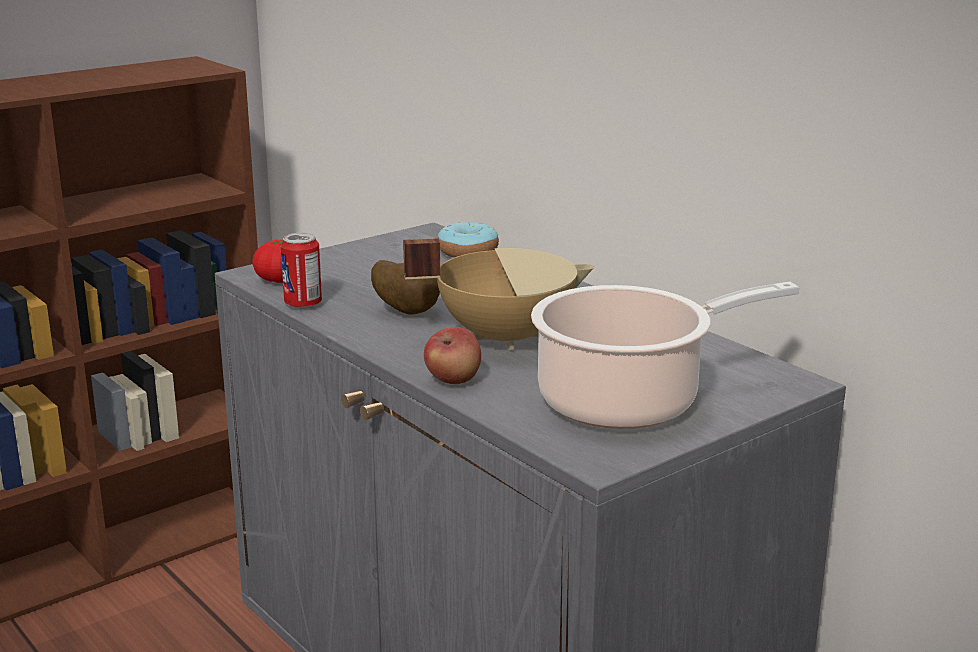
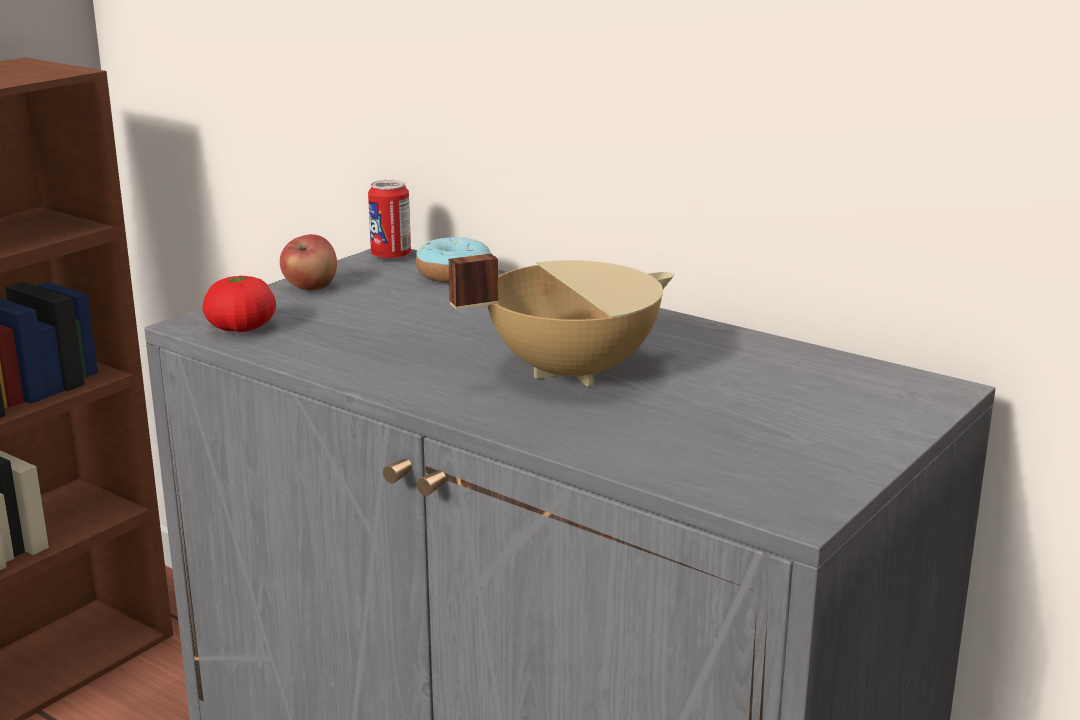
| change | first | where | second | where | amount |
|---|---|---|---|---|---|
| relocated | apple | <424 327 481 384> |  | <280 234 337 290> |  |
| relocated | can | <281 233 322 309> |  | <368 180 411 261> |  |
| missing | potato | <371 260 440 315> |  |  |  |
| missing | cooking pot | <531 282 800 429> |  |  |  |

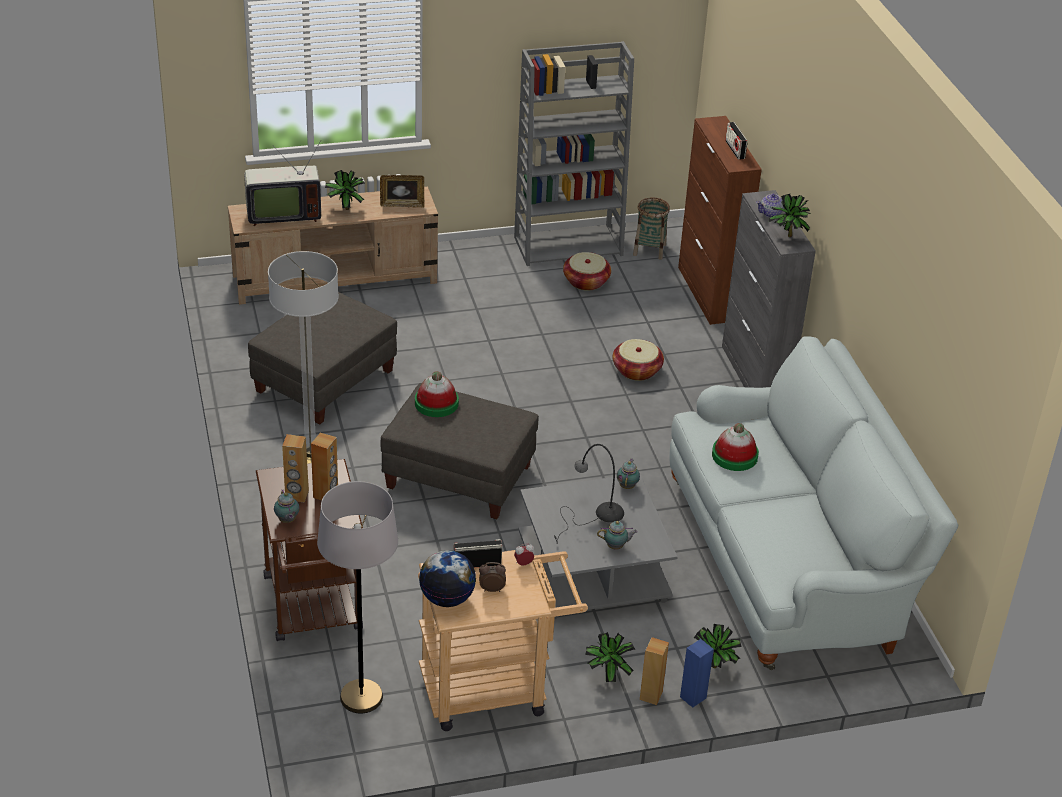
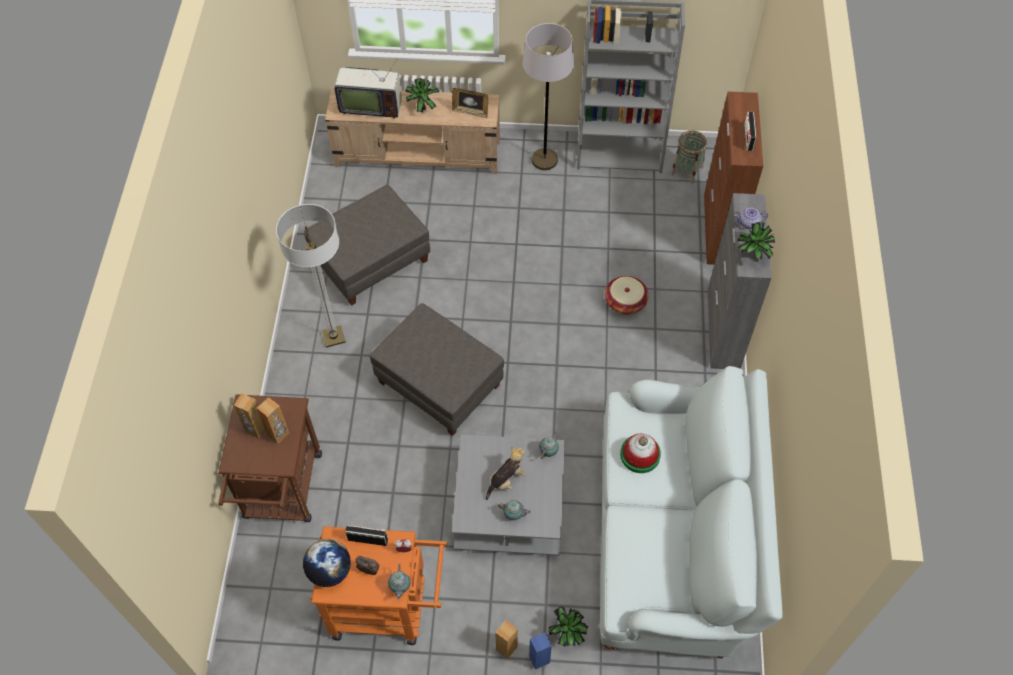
| change | first | where | second | where | amount |
|---|---|---|---|---|---|
| colour | beige cart | <418 550 588 731> | orange cart | <310 527 448 645> |  |
| relocated | teapot | <274 489 300 523> |  | <388 564 410 600> |  |
| exchanged | grey table lamp | <554 444 624 543> | plush toy | <486 448 526 500> |  |
| relocated | grey floor lamp | <317 481 398 713> |  | <522 23 574 170> |  |
| missing | hat | <415 371 459 417> |  |  |  |
| missing | basket | <563 252 611 291> |  |  |  |
| missing | potted plant | <585 632 635 682> |  |  |  |

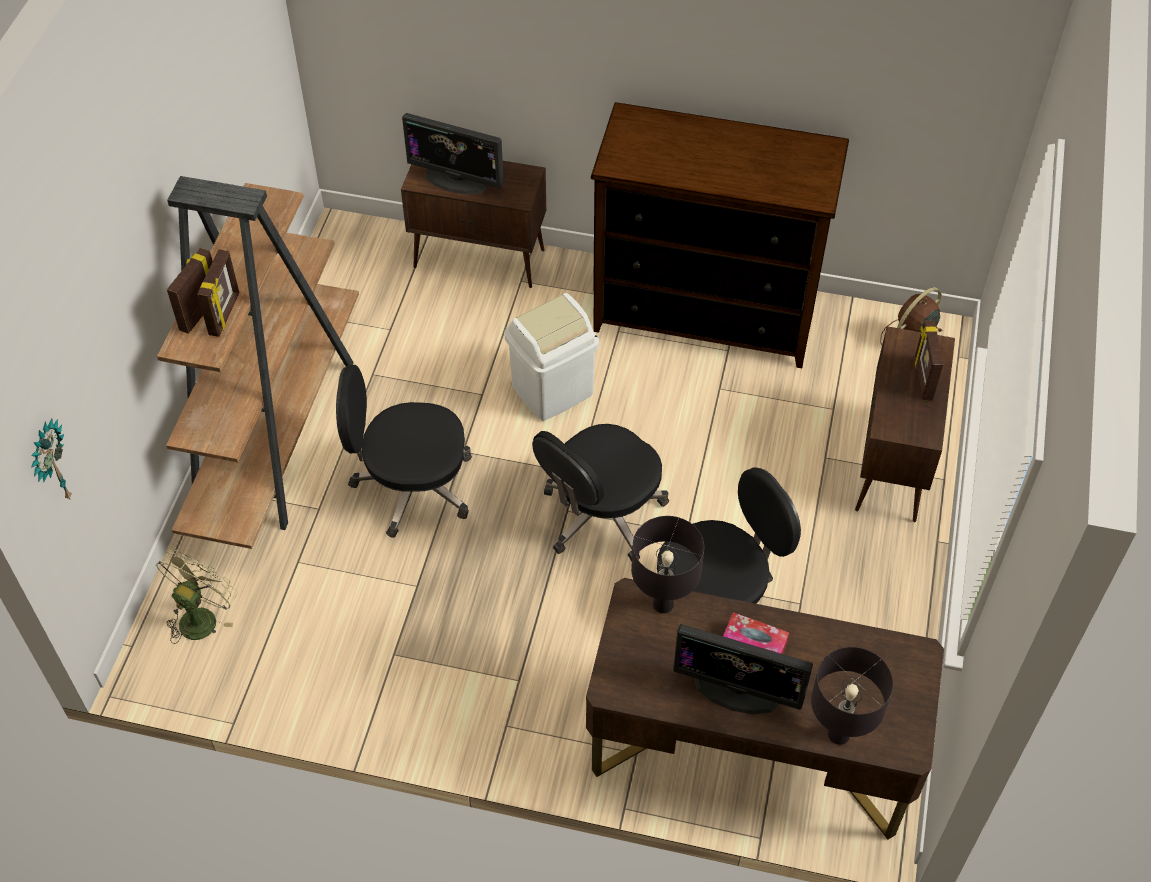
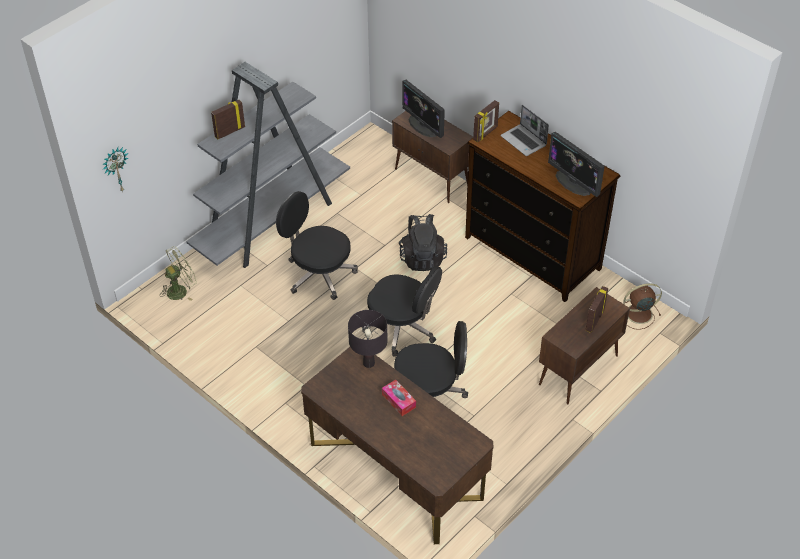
| change | first | where | second | where | amount |
|---|---|---|---|---|---|
| colour | brown bookcase | <157 176 359 549> | grey bookcase | <186 62 350 268> |  |
| spun | black office chair | <532 424 669 562> |  | <362 266 442 357> | 135 degrees counterclockwise |
| exchanged | white trash can | <504 293 599 421> | black backpack | <399 214 447 271> |  |
| relocated | picture frame | <197 249 240 337> |  | <473 100 499 142> |  |
| appeared |  |  | laptop | <501 105 549 156> |  |
| relocated | monitor | <673 624 813 715> |  | <548 132 605 197> |  |
| missing | black table lamp | <811 647 893 745> |  |  |  |

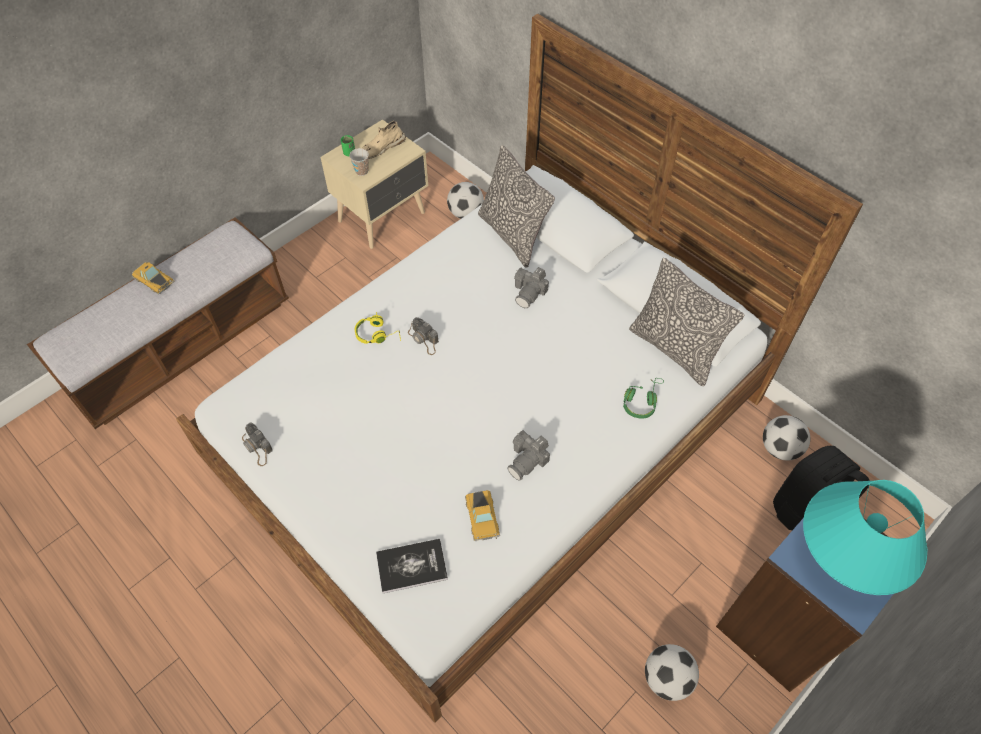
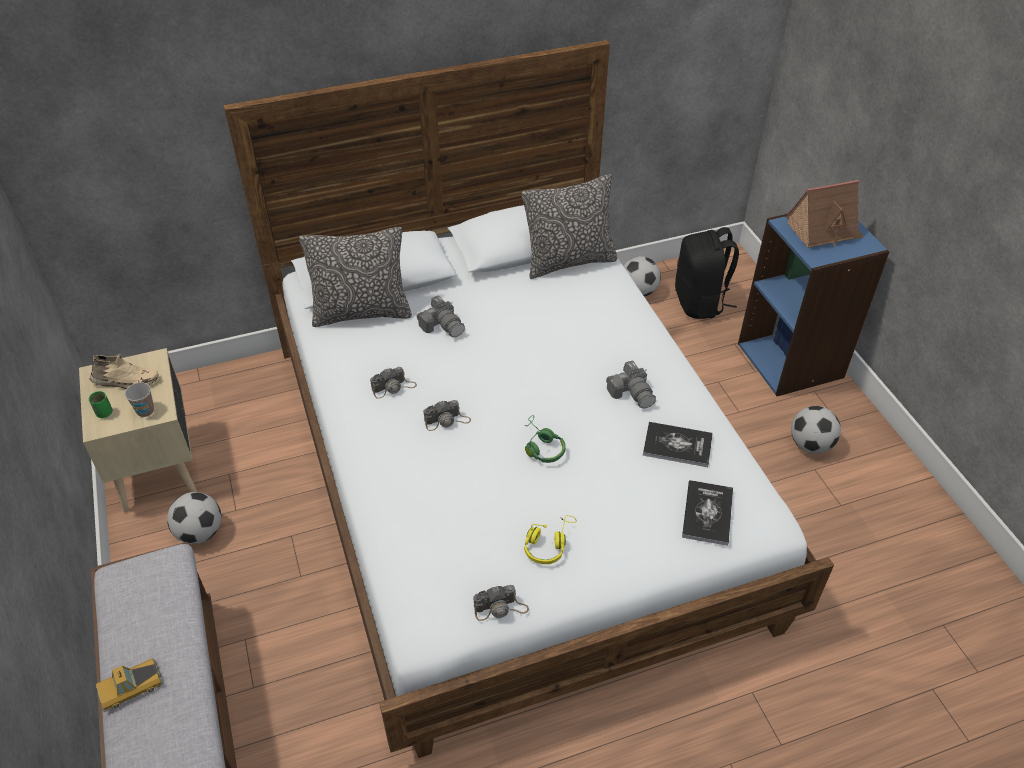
| change | first | where | second | where | amount |
|---|---|---|---|---|---|
| spun | beige shoe | <362 121 406 159> |  | <90 354 159 389> | 75 degrees counterclockwise |
| relocated | football | <447 182 484 219> |  | <167 492 221 544> |  |
| appeared |  |  | photo camera | <370 367 417 399> |  |
| relocated | yellow headphones | <355 312 401 344> |  | <524 515 577 564> |  |
| relocated | green headphones | <623 378 664 419> |  | <525 415 566 463> |  |
| exchanged | toy car | <465 490 500 541> | book | <643 422 713 467> |  |
| exchanged | turquoise table lamp | <803 480 927 595> | toy house | <786 180 864 248> |  |

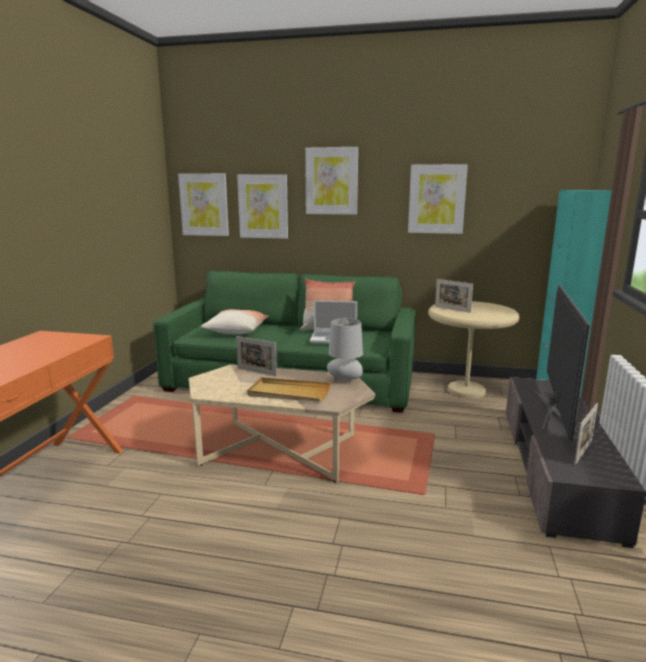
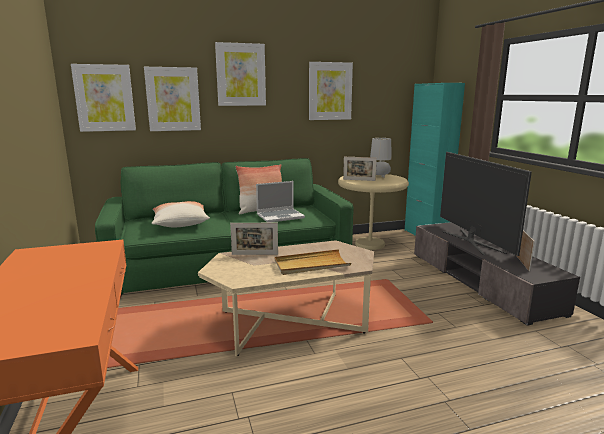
| change | first | where | second | where | amount |
|---|---|---|---|---|---|
| relocated | grey table lamp | <327 318 363 384> |  | <370 138 392 178> |  |

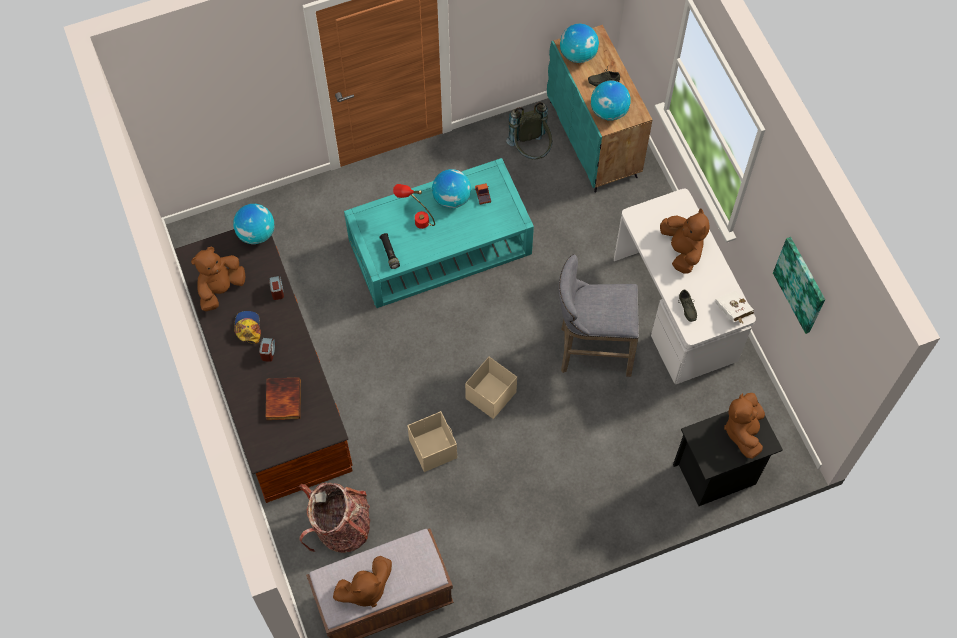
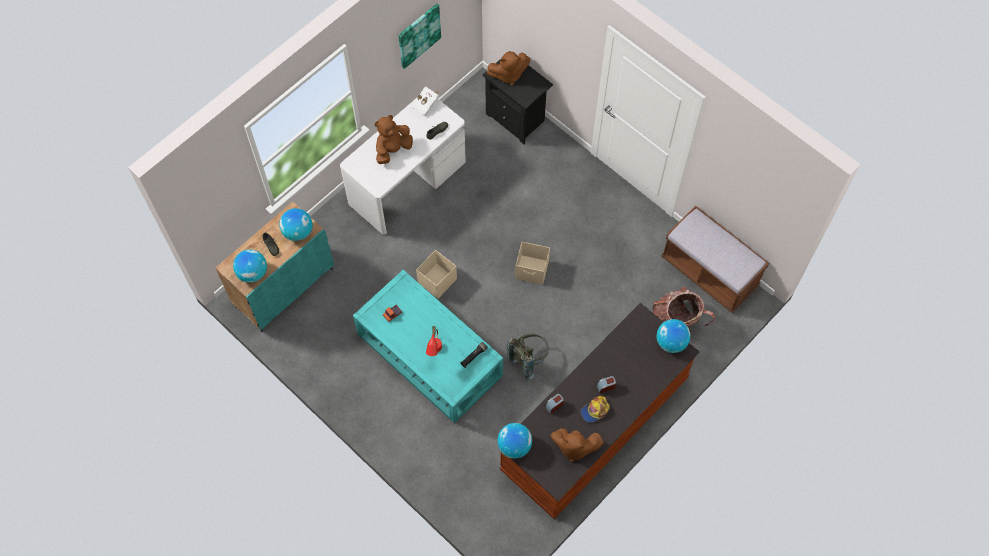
| change | first | where | second | where | amount |
|---|---|---|---|---|---|
| relocated | beige storage box | <407 411 457 472> |  | <416 250 457 298> |  |
| relocated | grey backpack | <506 102 552 160> |  | <507 334 549 380> |  |
| relocated | globe | <432 169 471 208> |  | <656 319 690 353> |  |
| missing | book | <266 377 301 420> |  |  |  |
| missing | brown plush toy | <333 556 392 607> |  |  |  |
| missing | grey stool | <559 254 639 377> |  |  |  |

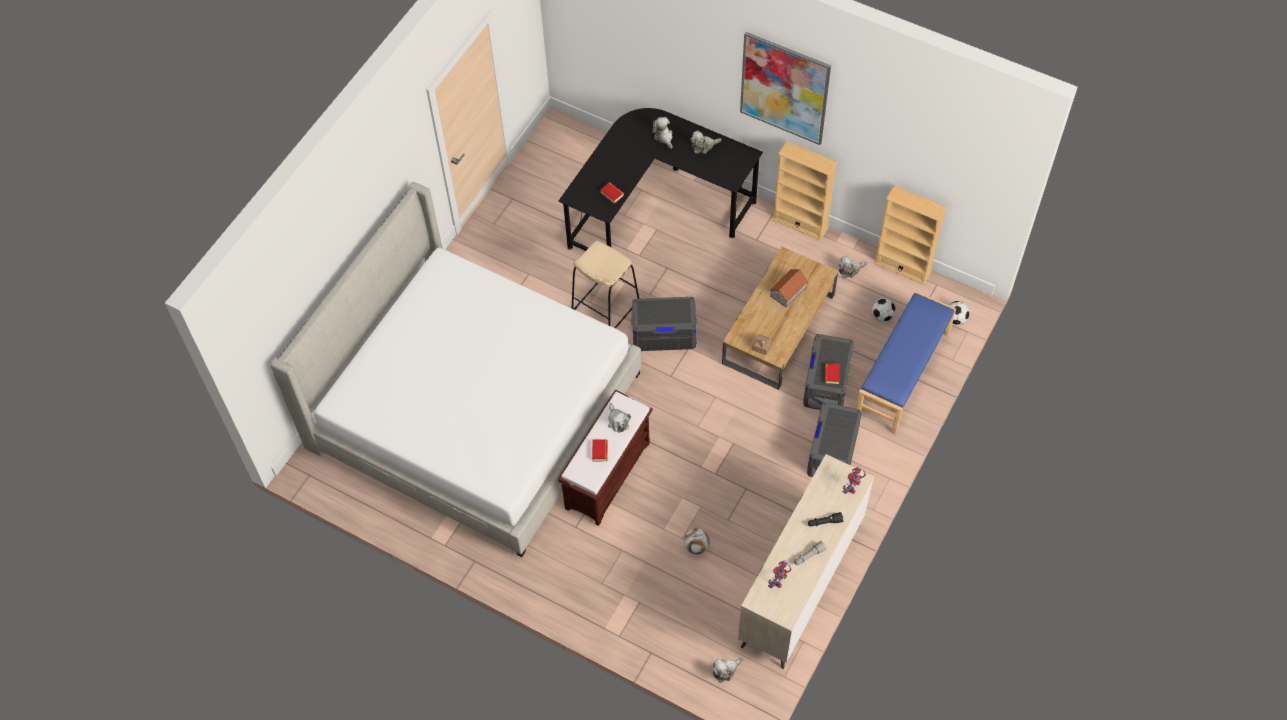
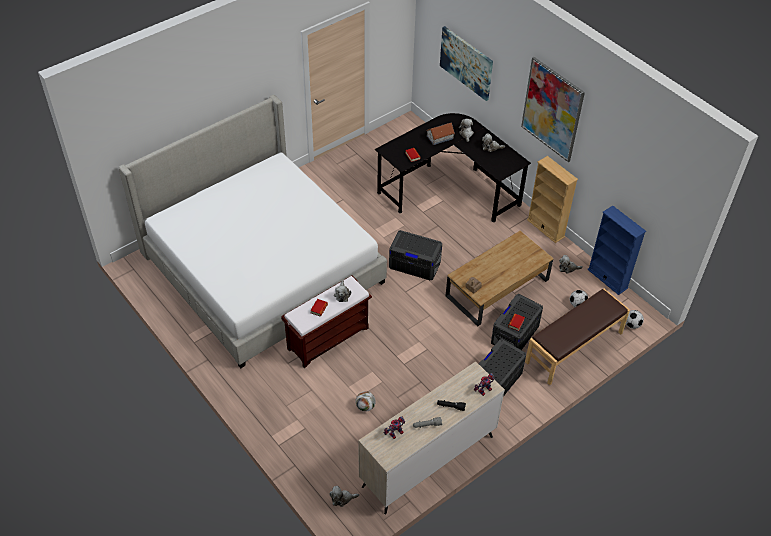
| change | first | where | second | where | amount |
|---|---|---|---|---|---|
| relocated | toy house | <770 269 808 307> |  | <426 123 455 145> |  |
| appeared |  |  | picture | <440 26 493 101> |  |
| colour | blue bench | <856 291 956 435> | brown bench | <525 289 630 385> |  |
| colour | beige bookcase | <874 185 947 285> | blue bookcase | <587 206 646 295> |  |
| missing | beige stool | <572 241 639 329> |  |  |  |

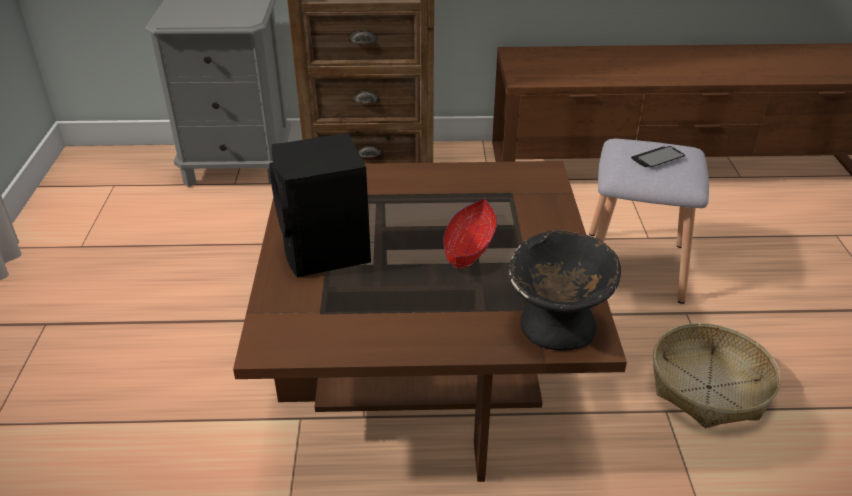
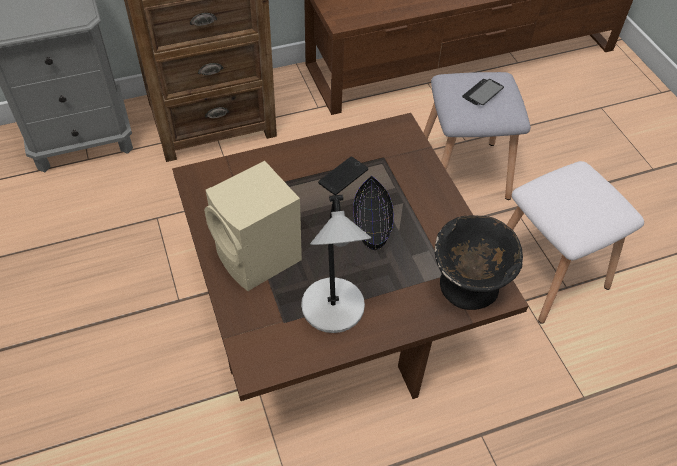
| change | first | where | second | where | amount |
|---|---|---|---|---|---|
| colour | black speaker | <269 133 371 278> | beige speaker | <204 161 302 291> |  |
| appeared |  |  | grey table lamp | <301 195 371 333> |  |
| appeared |  |  | phone | <318 156 368 195> |  |
| colour | red bowl | <443 198 497 269> | black bowl | <353 175 394 250> |  |
| exchanged | basket | <653 323 781 428> | white stool | <507 161 644 324> |  |

